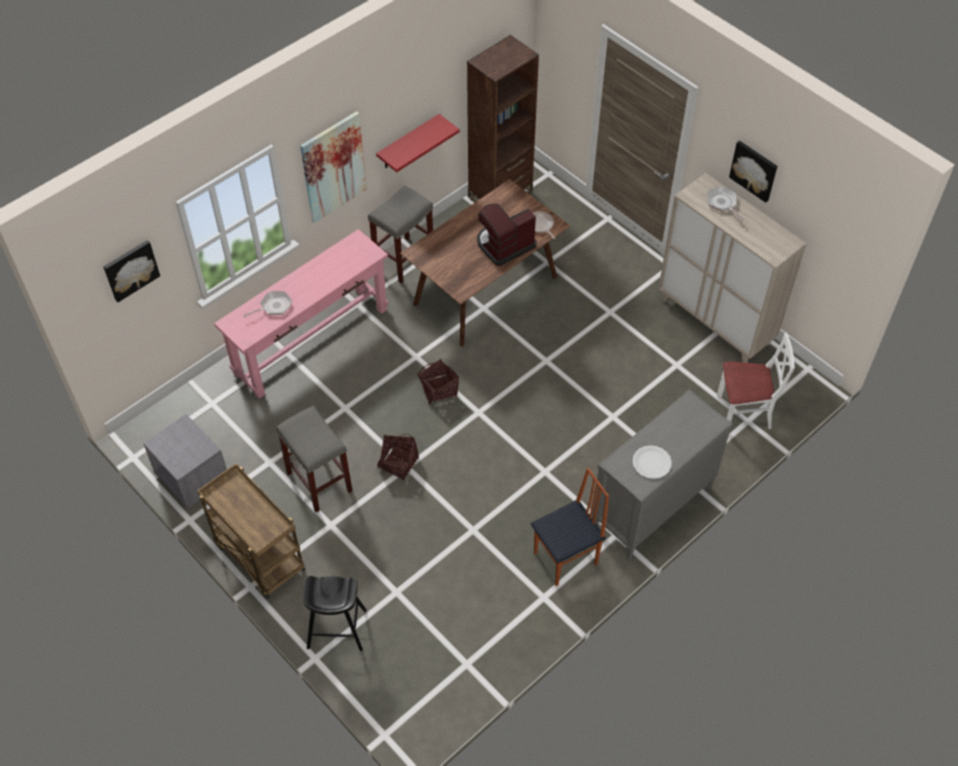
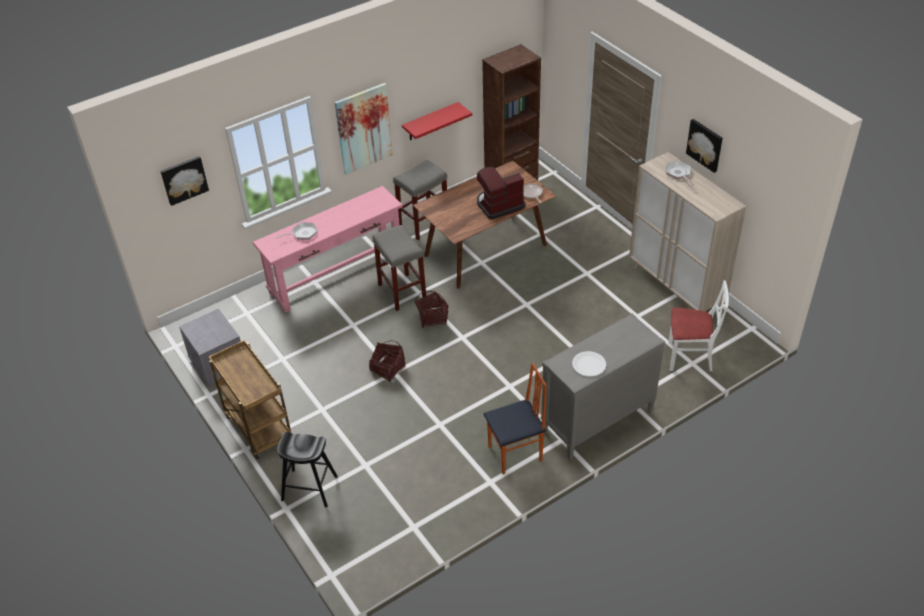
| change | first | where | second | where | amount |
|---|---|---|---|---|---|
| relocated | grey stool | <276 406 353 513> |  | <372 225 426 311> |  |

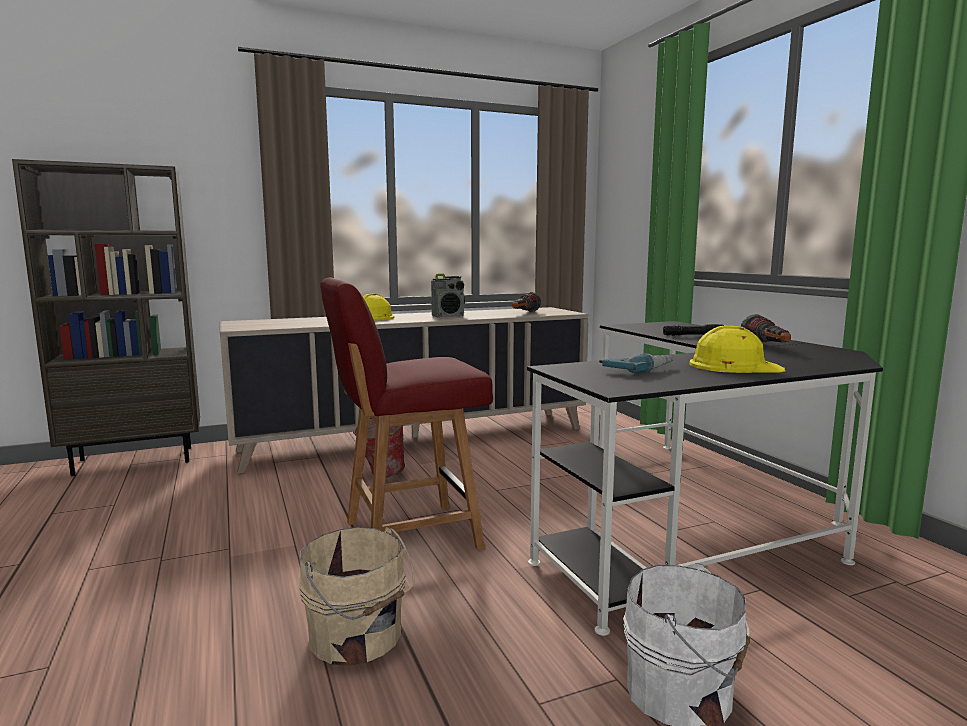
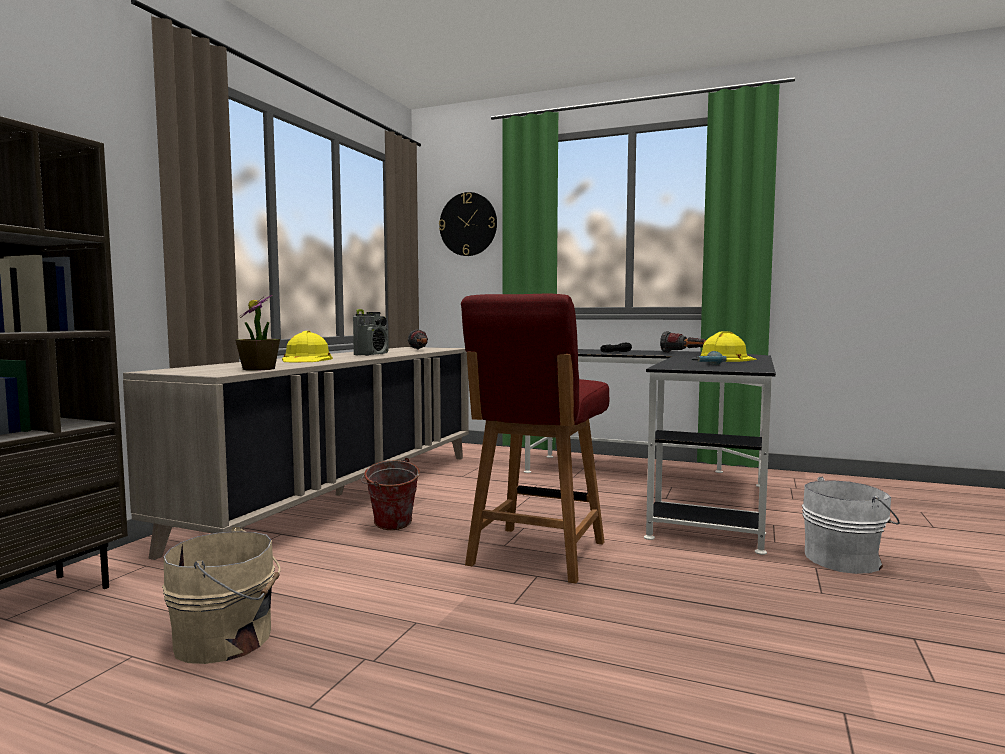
| change | first | where | second | where | amount |
|---|---|---|---|---|---|
| relocated | beige bucket | <299 527 415 666> |  | <162 526 281 664> |  |
| appeared |  |  | potted plant | <235 295 280 371> |  |
| appeared |  |  | wall clock | <439 192 497 256> |  |

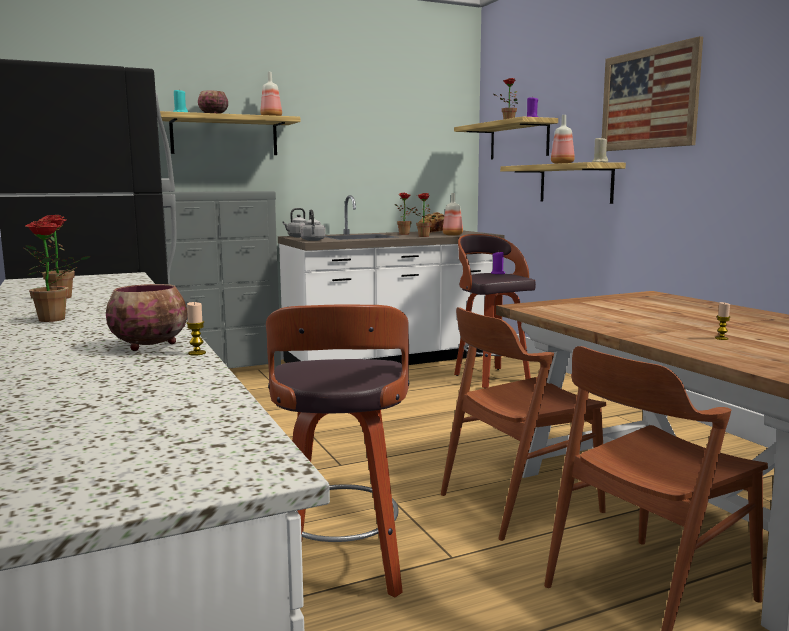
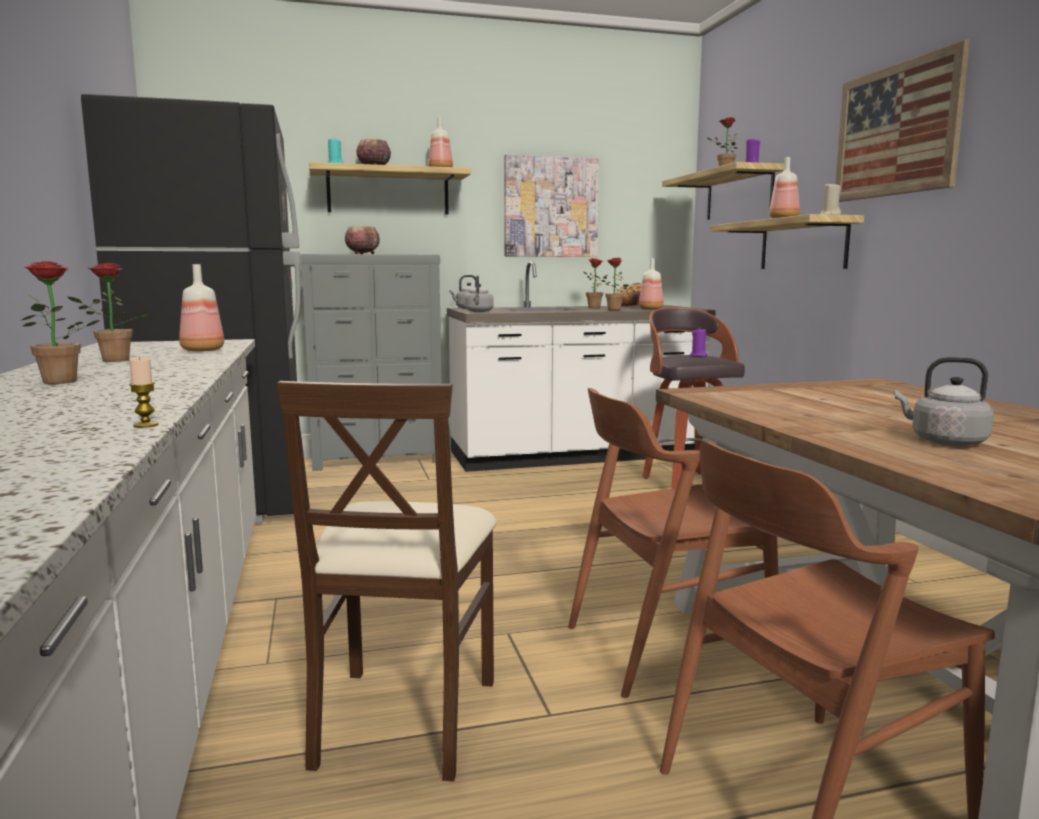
| change | first | where | second | where | amount |
|---|---|---|---|---|---|
| appeared |  |  | bottle | <179 264 224 352> |  |
| exchanged | stool | <266 305 409 597> | beige chair | <277 381 497 781> |  |
| relocated | bowl | <106 284 188 351> |  | <345 226 379 254> |  |
| appeared |  |  | picture | <504 154 599 257> |  |
| exchanged | candle | <715 302 730 340> | grey kettle | <894 357 994 446> |  |

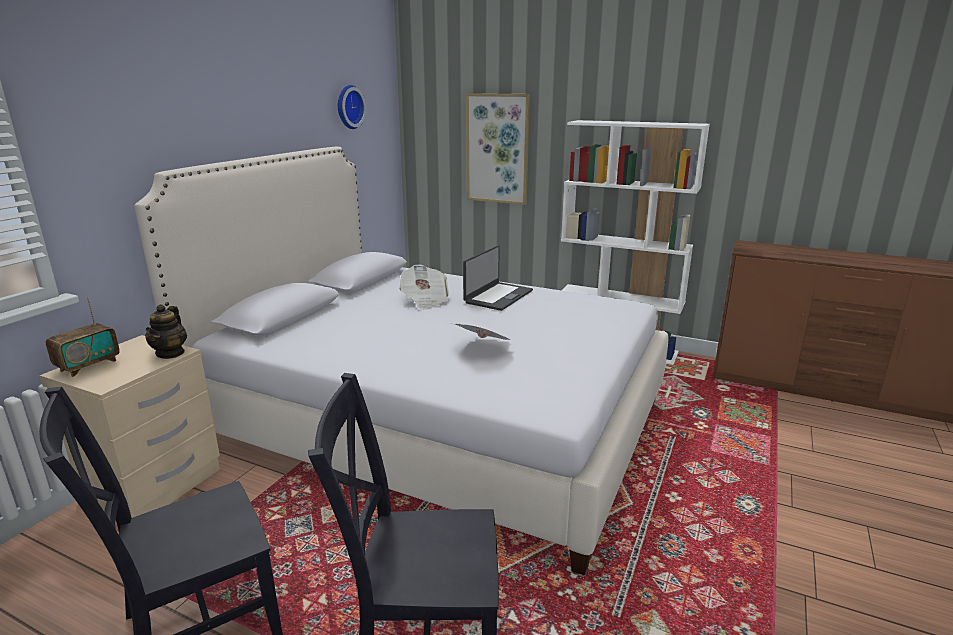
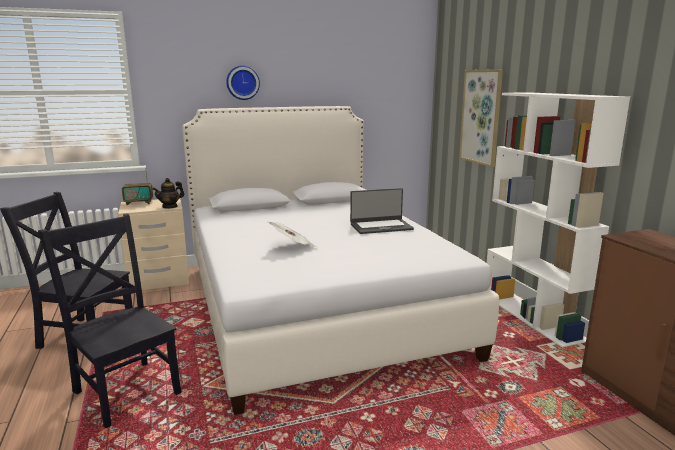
| change | first | where | second | where | amount |
|---|---|---|---|---|---|
| relocated | wall clock | <338 85 366 129> |  | <226 65 260 100> |  |
| missing | newspaper | <399 265 449 310> |  |  |  |

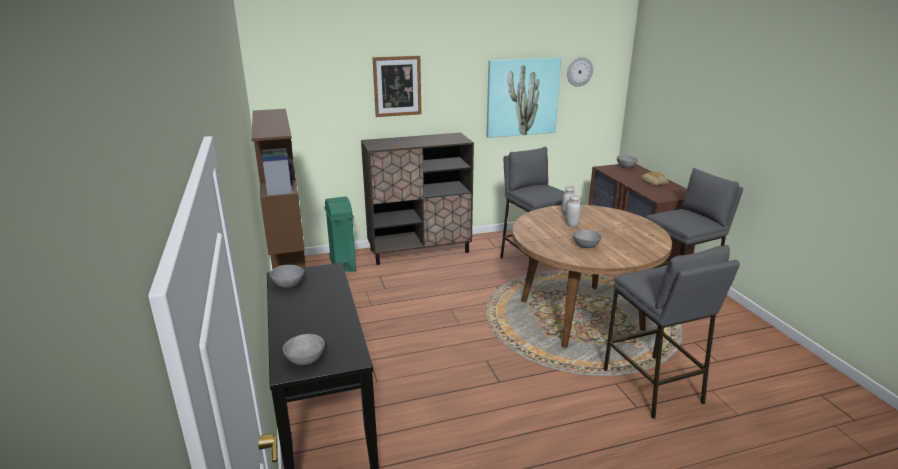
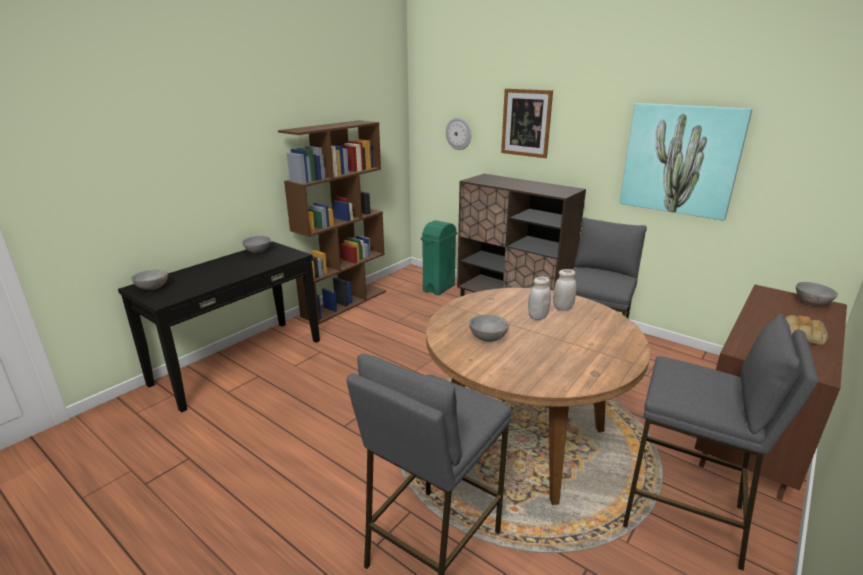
| change | first | where | second | where | amount |
|---|---|---|---|---|---|
| relocated | wall clock | <567 57 593 87> |  | <446 118 471 150> |  |

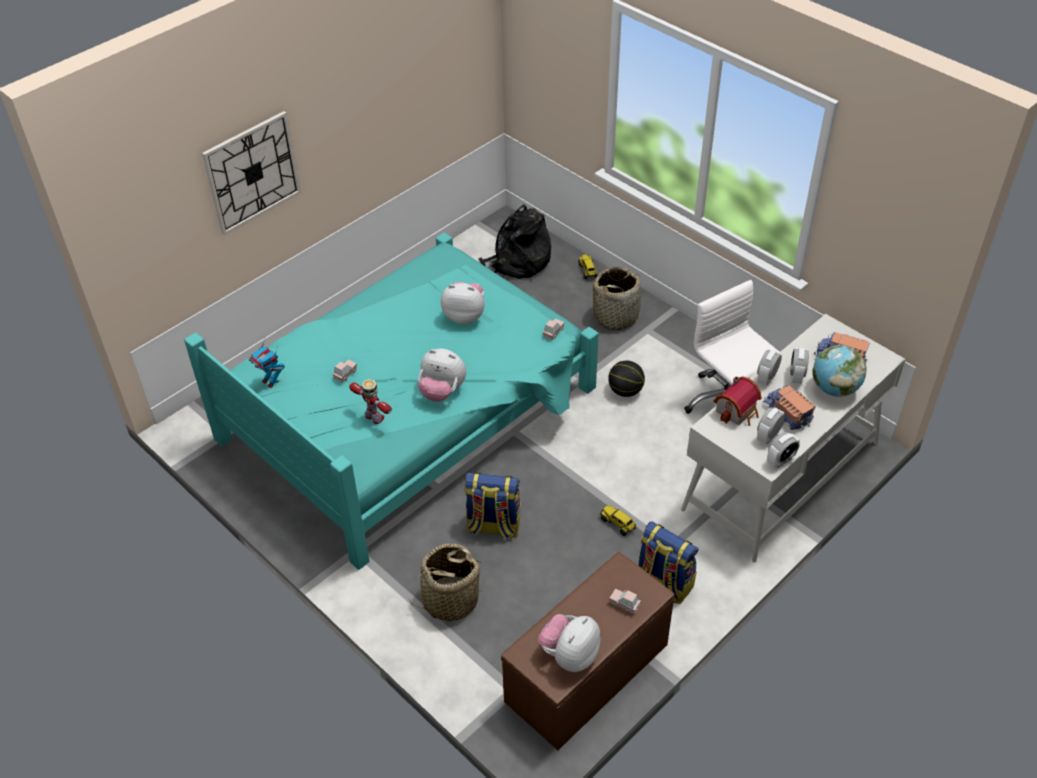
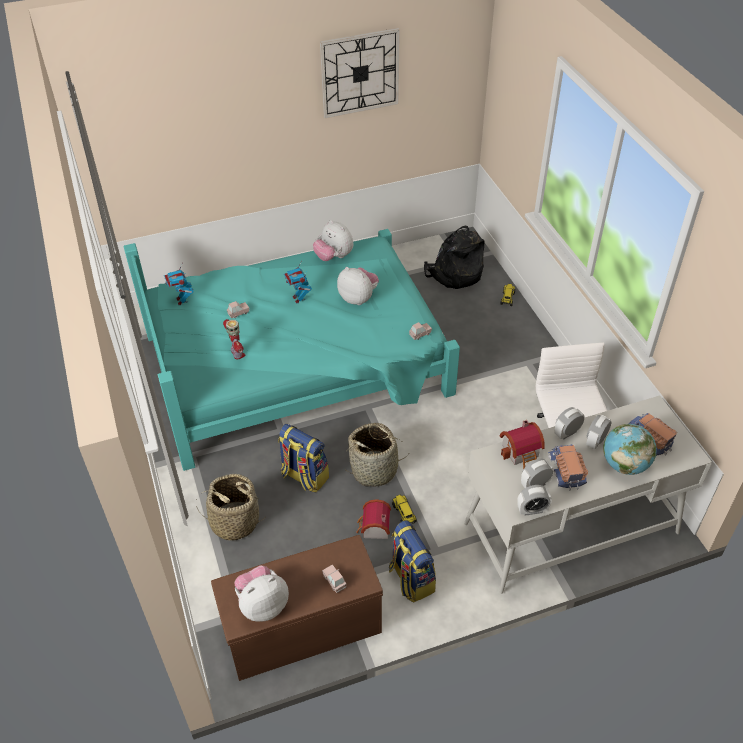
| change | first | where | second | where | amount |
|---|---|---|---|---|---|
| appeared |  |  | toy robot | <284 265 312 304> |  |
| relocated | plush toy | <418 349 466 402> |  | <313 220 354 261> |  |
| relocated | wall clock | <202 111 301 235> |  | <320 28 400 118> |  |
| relocated | basket | <593 266 645 330> |  | <345 423 410 487> |  |
| appeared |  |  | toy house | <356 499 391 539> |  |
| missing | basketball | <608 361 645 397> |  |  |  |

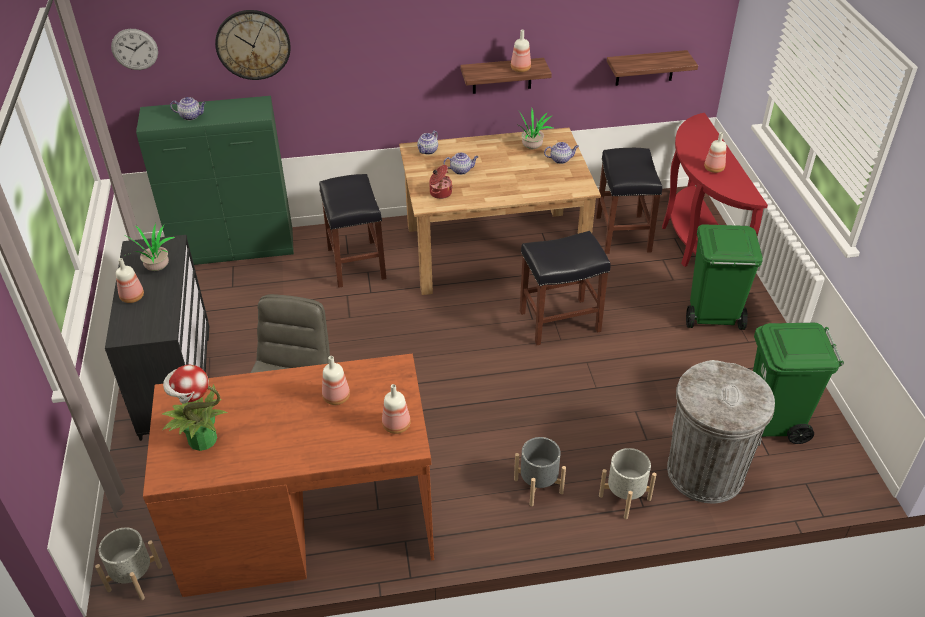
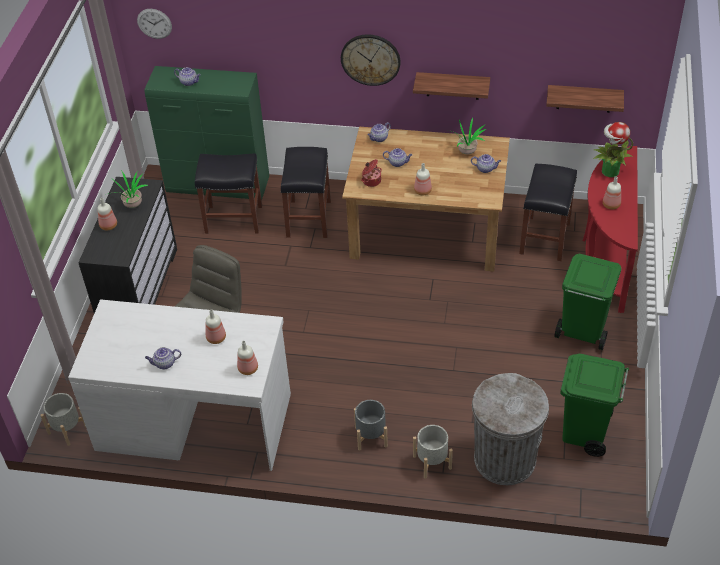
| change | first | where | second | where | amount |
|---|---|---|---|---|---|
| colour | brown desk | <143 354 434 597> | white desk | <68 299 291 471> |  |
| appeared |  |  | teapot | <145 347 181 369> |  |
| relocated | black stool | <520 231 611 345> |  | <195 153 262 234> |  |
| relocated | wall clock | <215 10 290 80> |  | <341 35 401 86> |  |
| relocated | bottle | <511 30 531 72> |  | <414 163 432 195> |  |
| relocated | potted plant | <161 365 227 451> |  | <593 122 633 177> |  |

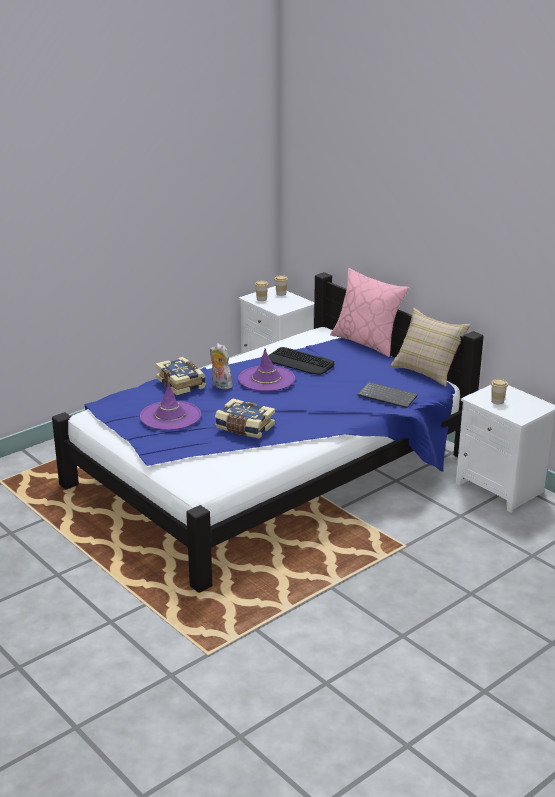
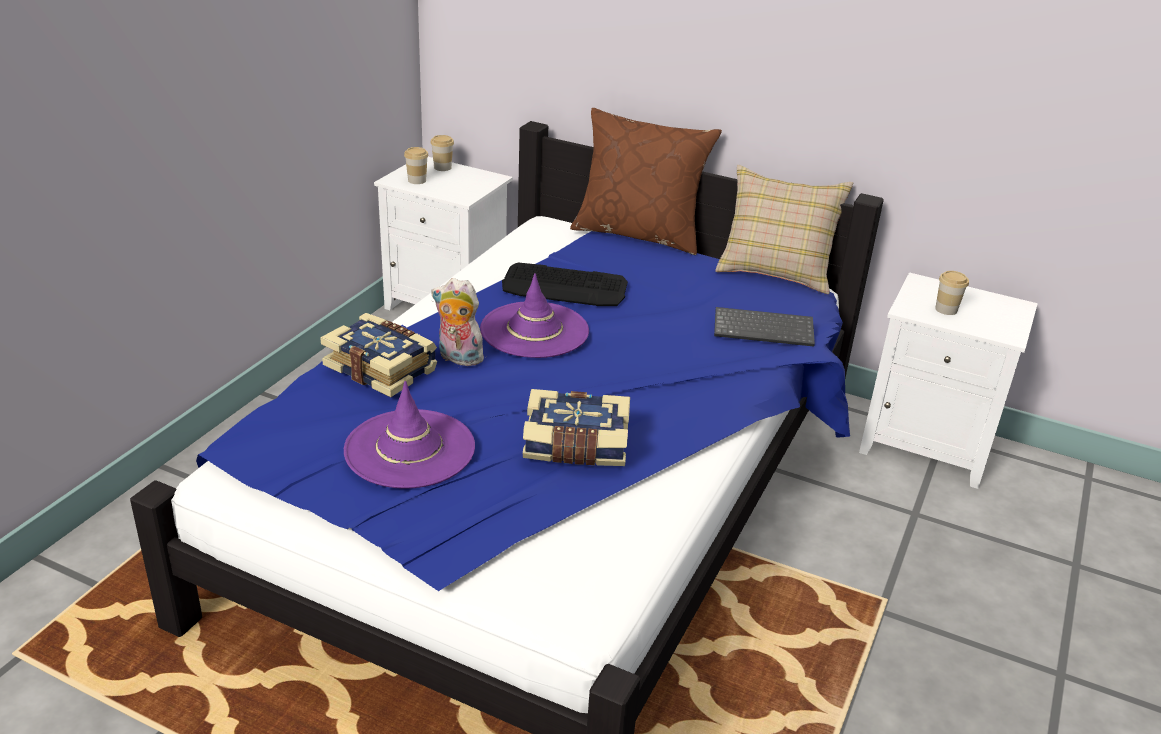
| change | first | where | second | where | amount |
|---|---|---|---|---|---|
| colour | pink pillow | <330 268 409 357> | brown pillow | <570 108 722 255> |  |

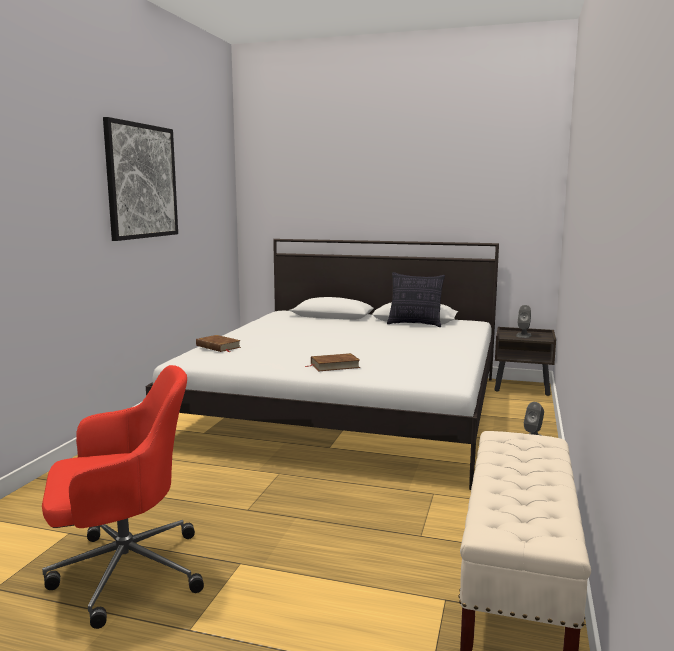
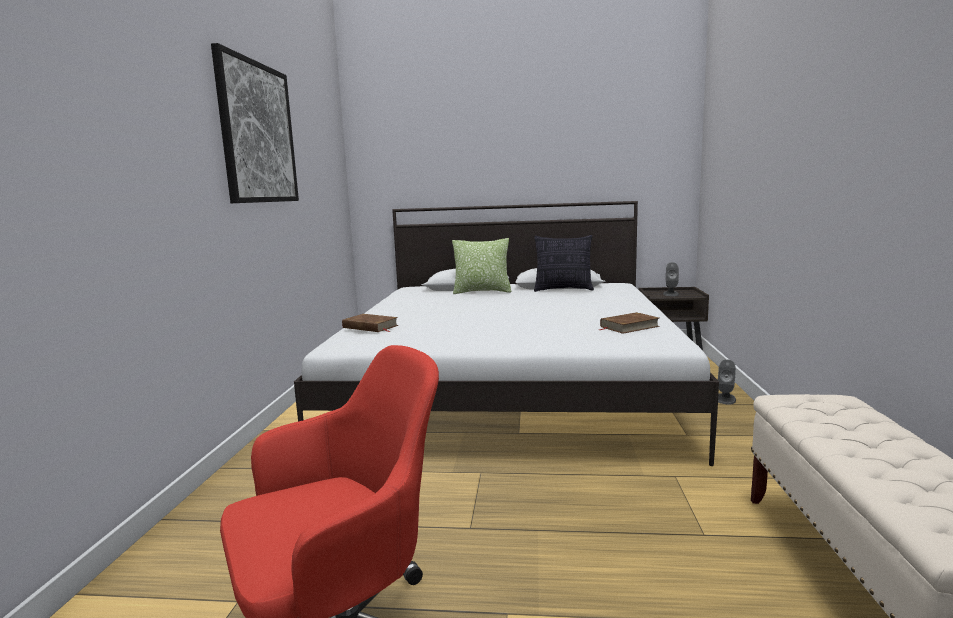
| change | first | where | second | where | amount |
|---|---|---|---|---|---|
| appeared |  |  | pillow | <452 238 512 294> |  |
| relocated | brown book | <305 353 360 371> |  | <600 312 660 334> |  |

